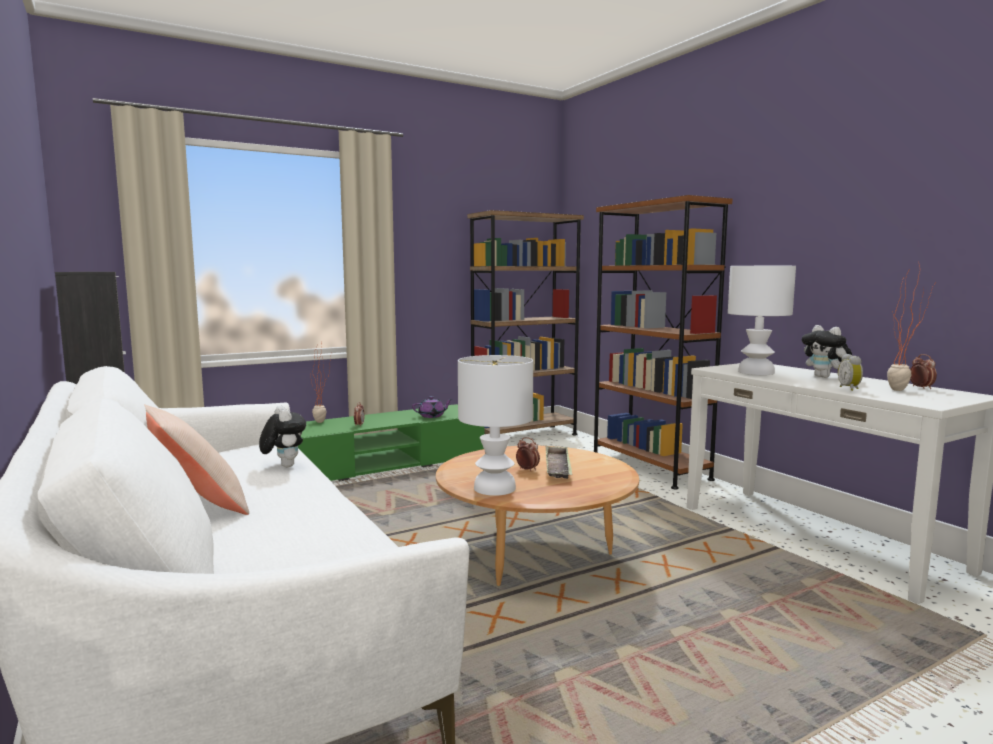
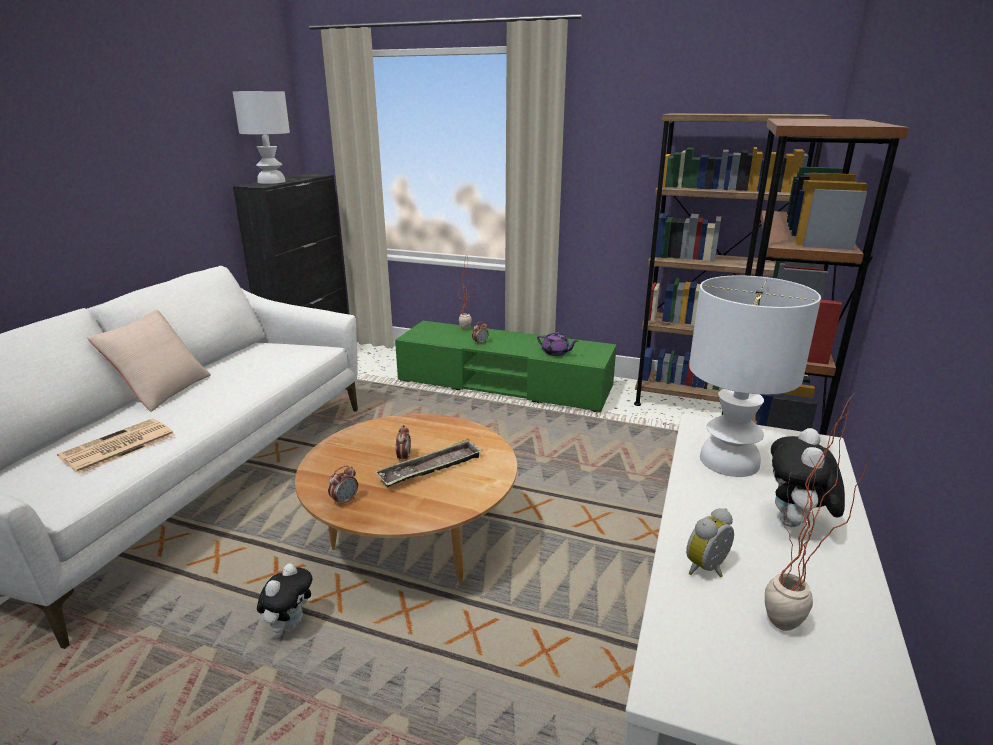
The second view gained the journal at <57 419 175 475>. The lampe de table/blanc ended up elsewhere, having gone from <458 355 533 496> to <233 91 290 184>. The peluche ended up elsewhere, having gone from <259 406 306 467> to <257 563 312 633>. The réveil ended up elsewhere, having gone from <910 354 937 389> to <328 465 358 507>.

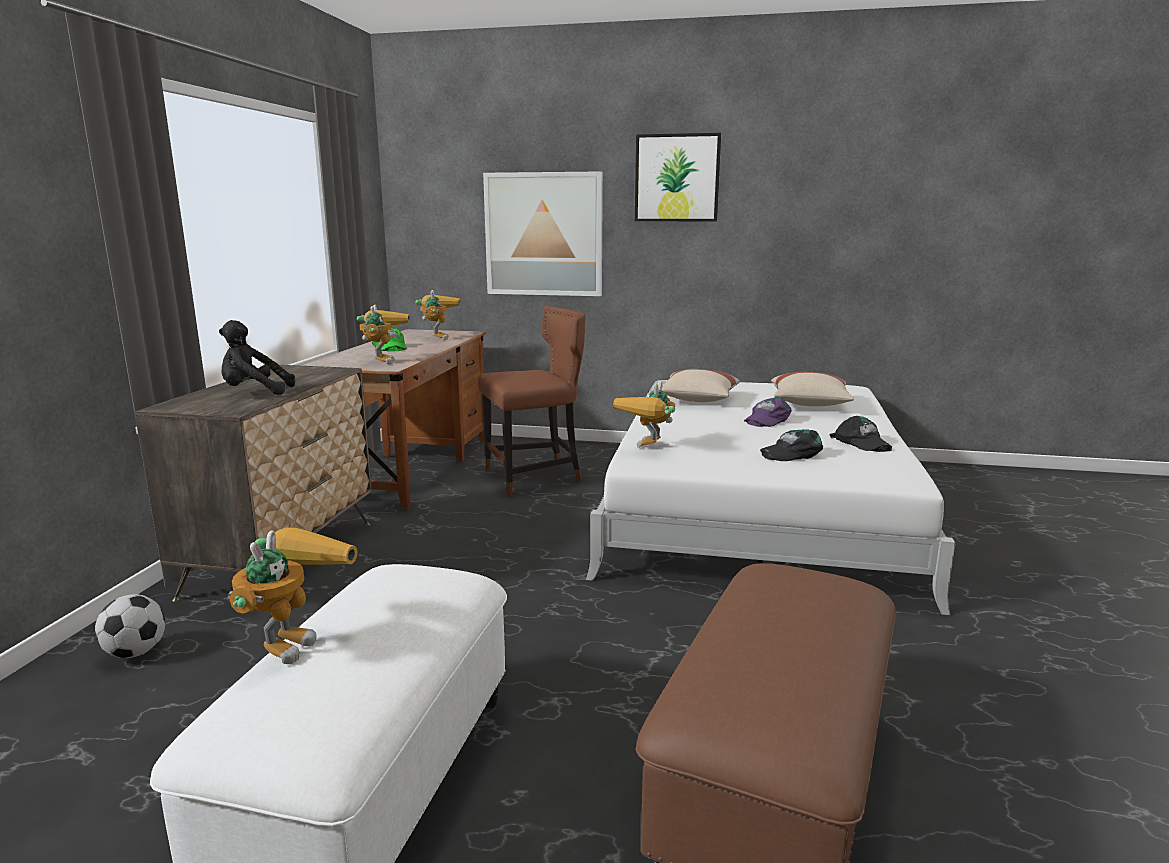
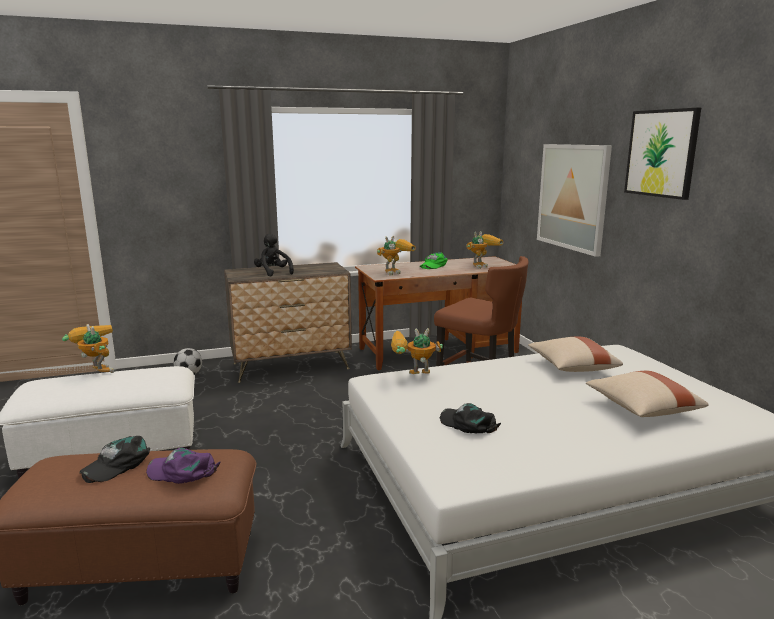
The robot jouet at <228 528 357 664> ended up facing another way, 120 degrees counterclockwise from before. The casquette/noir ended up elsewhere, having gone from <829 416 892 452> to <79 436 150 483>. The casquette/violet ended up elsewhere, having gone from <744 397 792 427> to <146 447 220 484>.

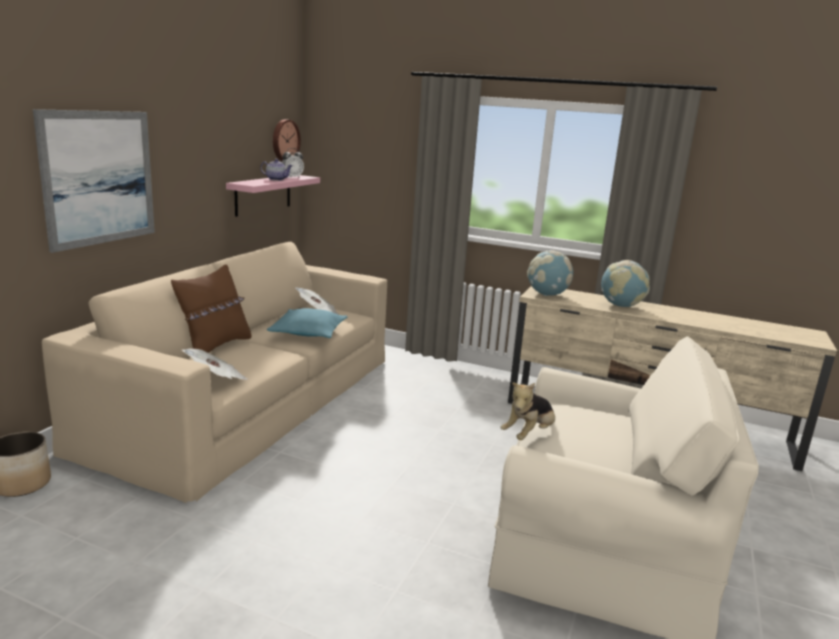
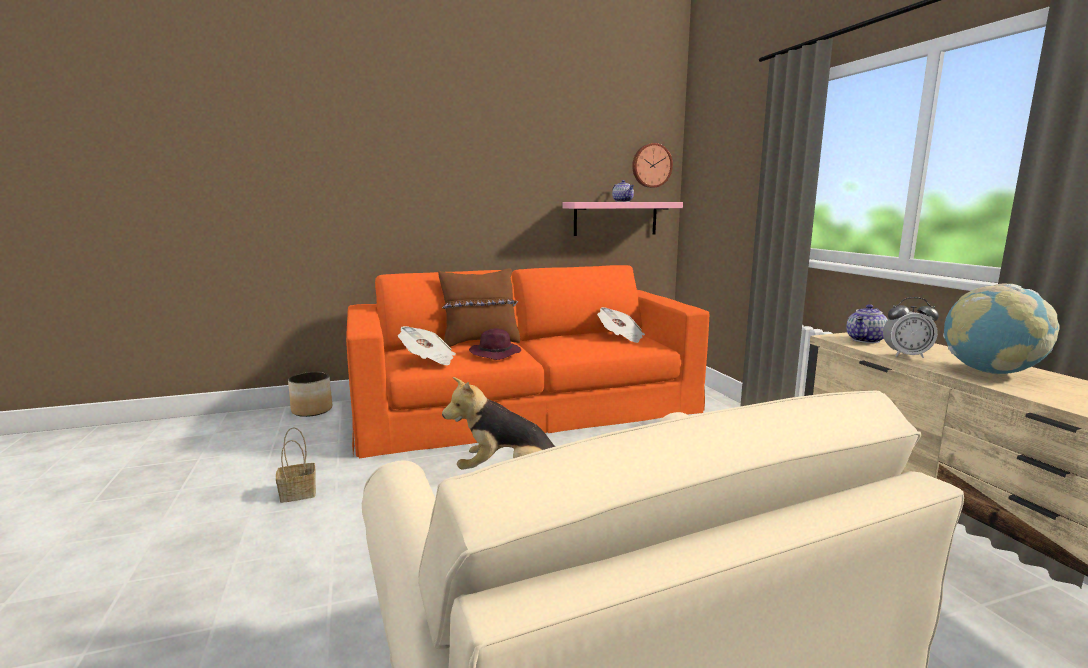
The second view gained the panier at <276 427 316 503>. What was the canapé/beige at <42 242 387 503> turned into the canapé/orange at <346 265 709 458>. The second view gained the chapeau/violet at <469 328 521 360>. Where the globe stood at <527 250 573 296>, the théière came to stand at <846 304 888 343>. The réveil ended up elsewhere, having gone from <282 148 304 178> to <883 297 939 358>. The second view lost the tableau at <33 109 155 253>. The second view lost the coussin/turquoise at <267 308 347 338>.

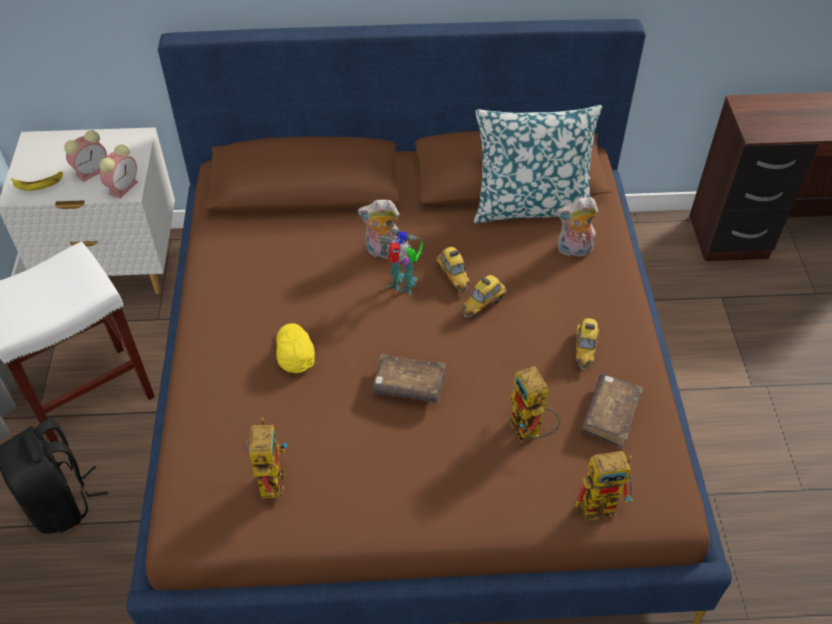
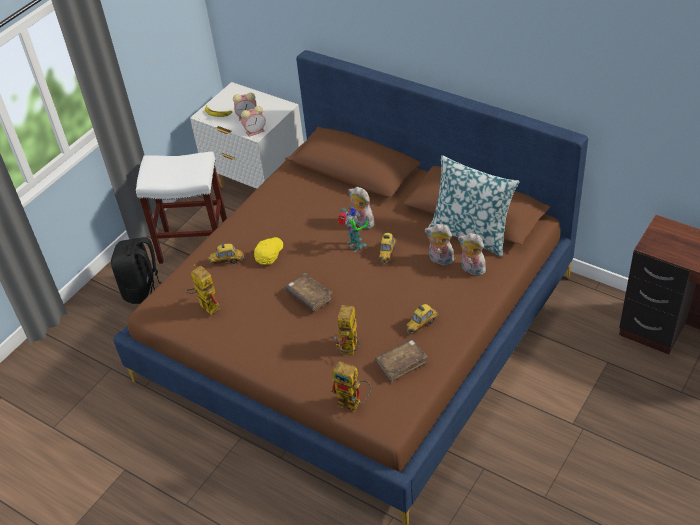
The robot jouet at <244 418 287 498> ended up facing another way, 75 degrees counterclockwise from before. The petite voiture ended up elsewhere, having gone from <462 275 507 318> to <207 242 244 264>. The second view gained the peluche at <425 224 454 265>.

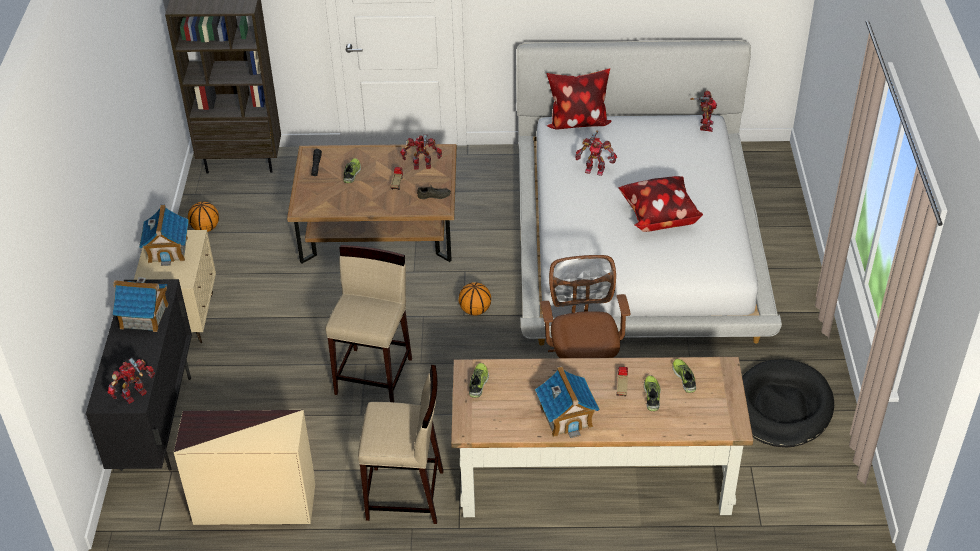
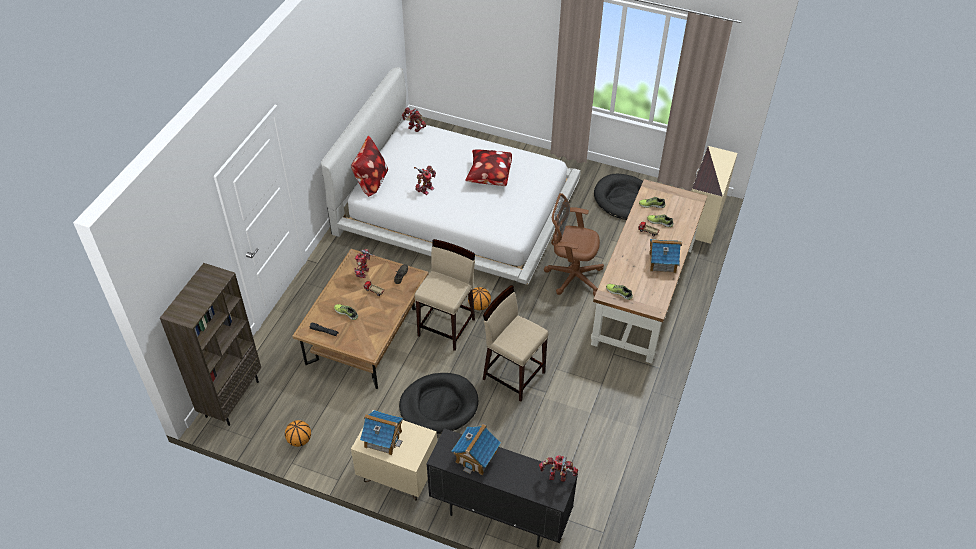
The second view gained the panier pour chien/noir at <399 373 478 434>. The tabouret/beige ended up elsewhere, having gone from <358 365 444 524> to <415 239 475 351>. The robot jouet at <108 358 155 404> ended up facing another way, 120 degrees clockwise from before. The commode/beige ended up elsewhere, having gone from <174 410 315 525> to <691 146 738 244>.

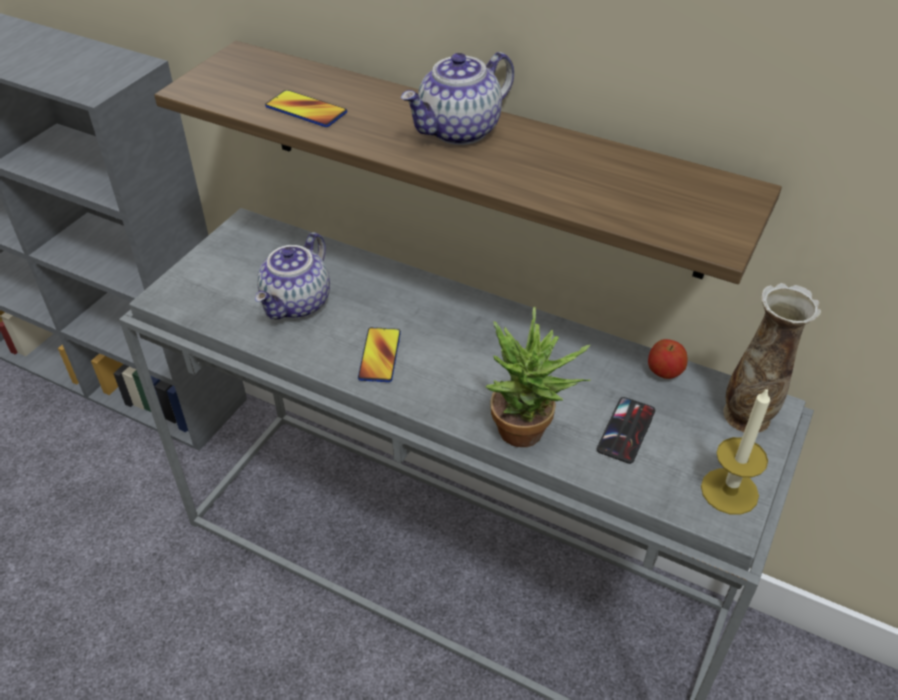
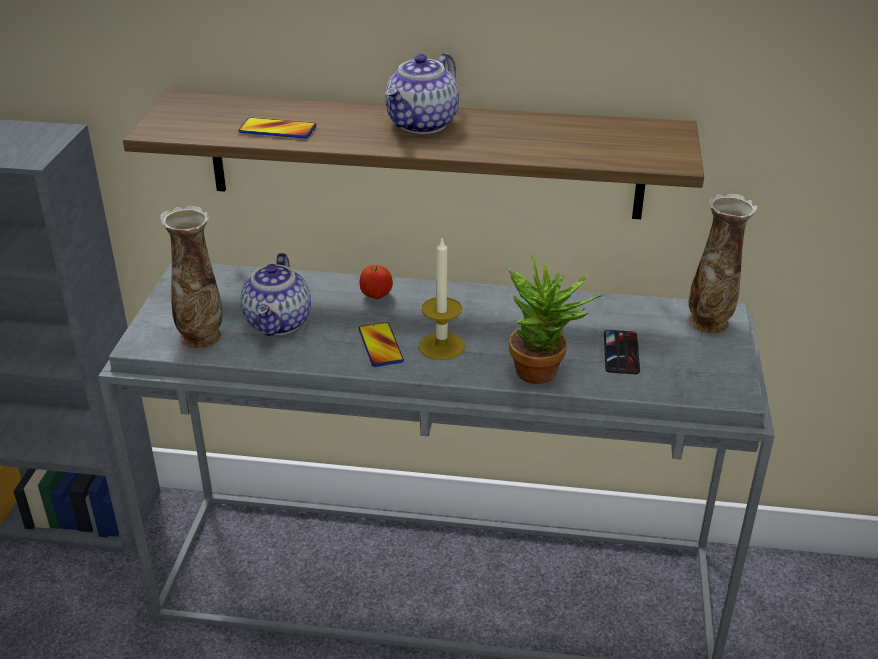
The second view gained the vase at <160 206 222 349>. The pomme ended up elsewhere, having gone from <648 339 688 379> to <360 265 393 299>. The bougie ended up elsewhere, having gone from <701 387 770 515> to <419 239 465 360>.

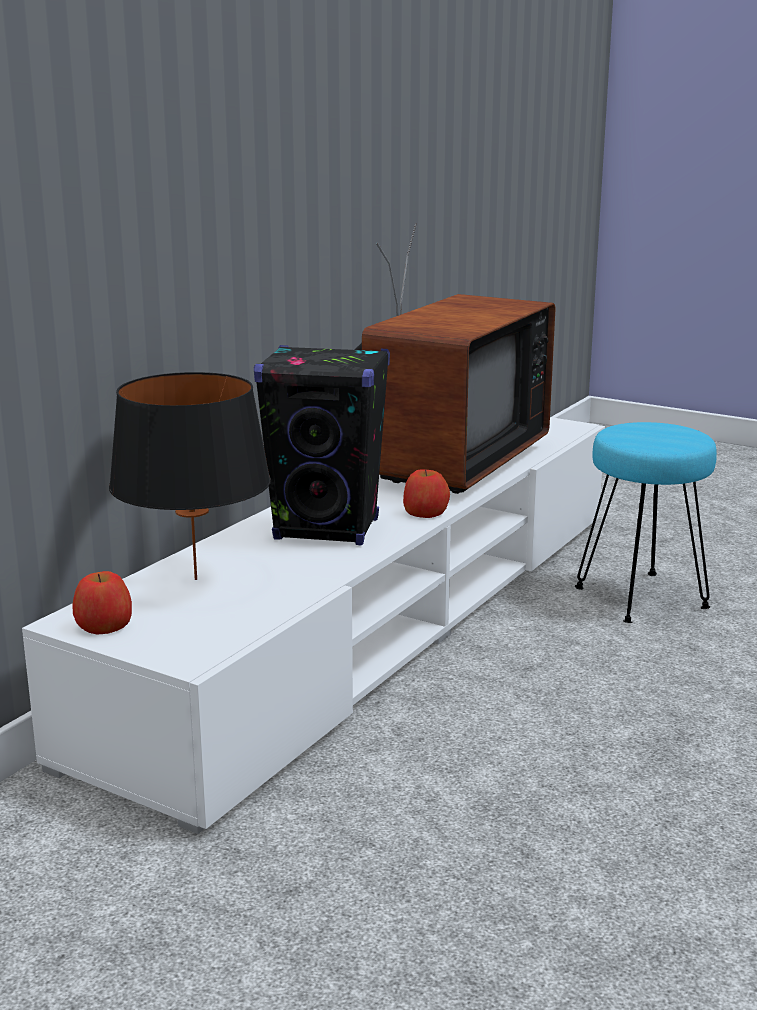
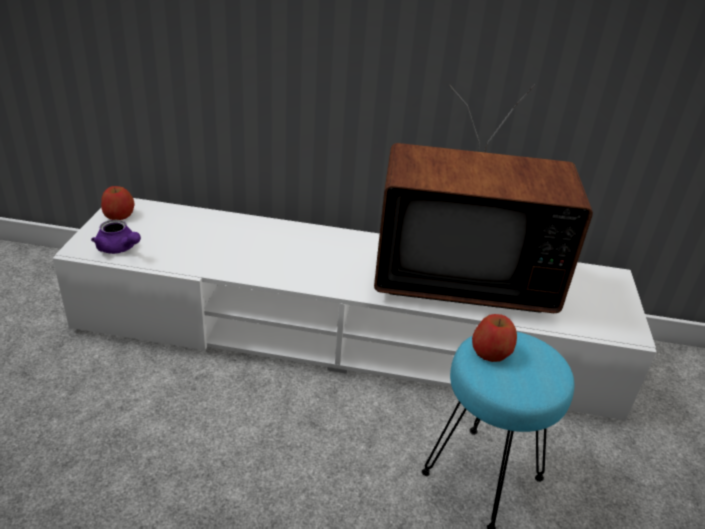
The second view gained the théière/violet at <91 220 141 254>. The pomme ended up elsewhere, having gone from <403 469 450 518> to <472 314 517 362>. The second view lost the lampe de table/noir at <109 372 271 580>. The second view lost the enceinte/noir at <254 345 390 545>.

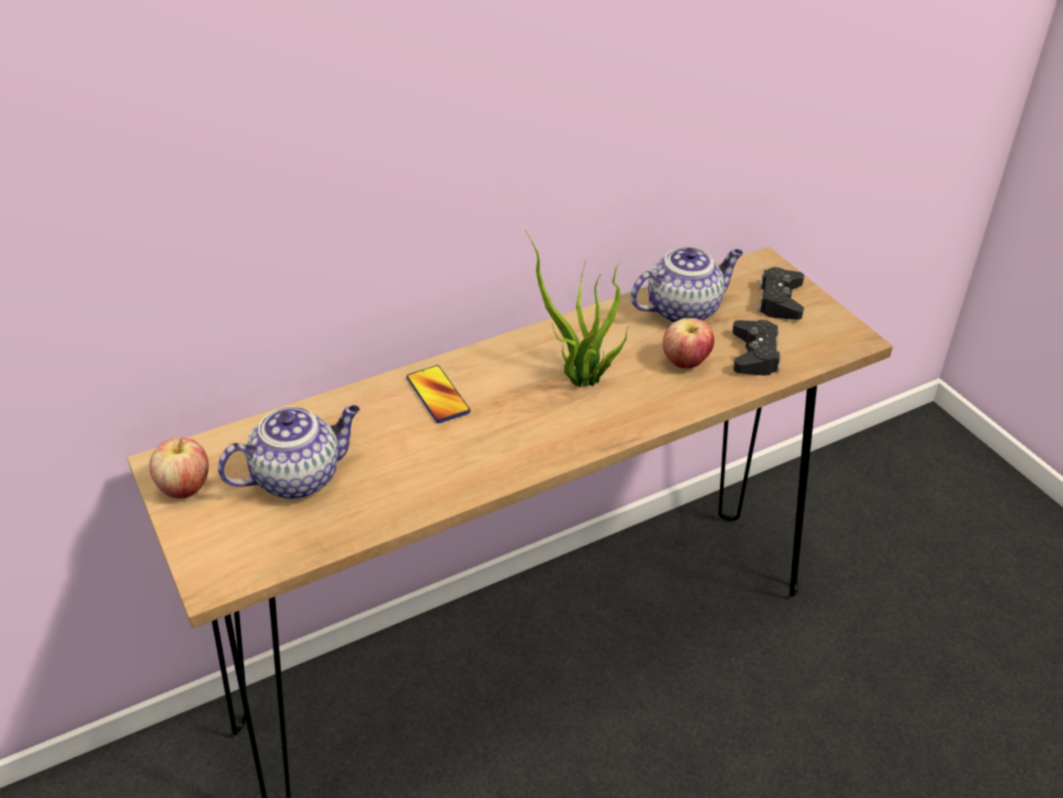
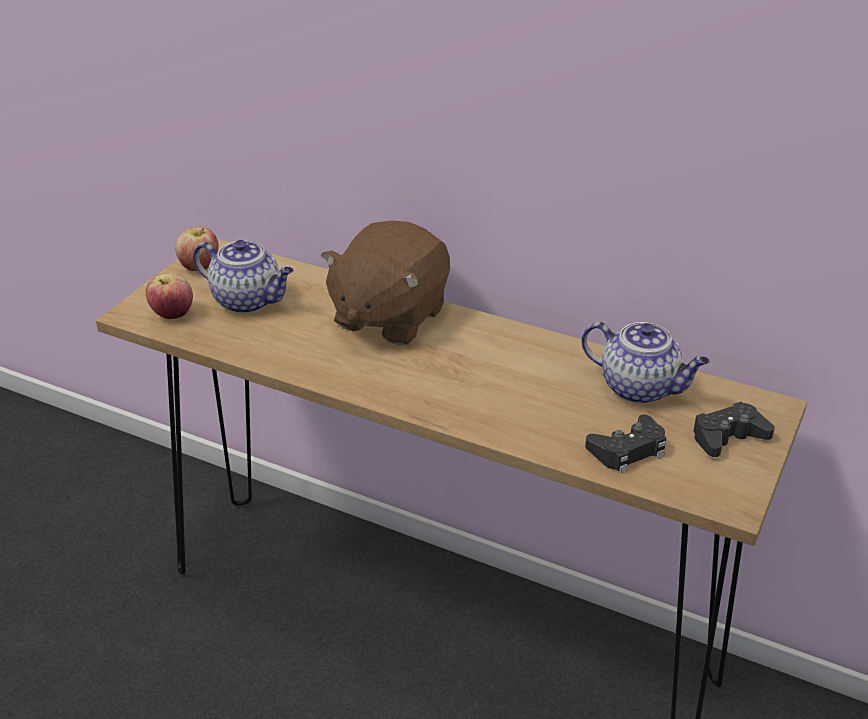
The pomme ended up elsewhere, having gone from <663 318 714 368> to <146 273 193 319>. Where the téléphone stood at <406 365 470 423>, the peluche/marron came to stand at <321 220 450 346>. The second view lost the plante en pot at <524 229 629 387>.

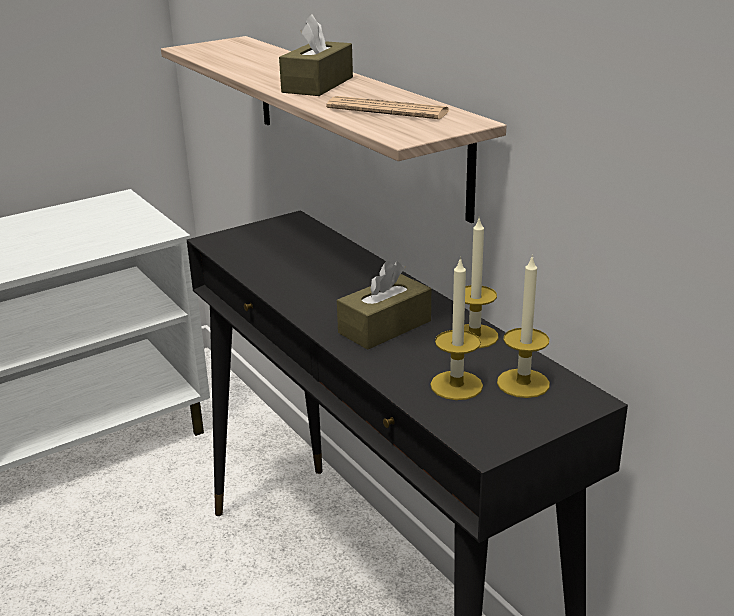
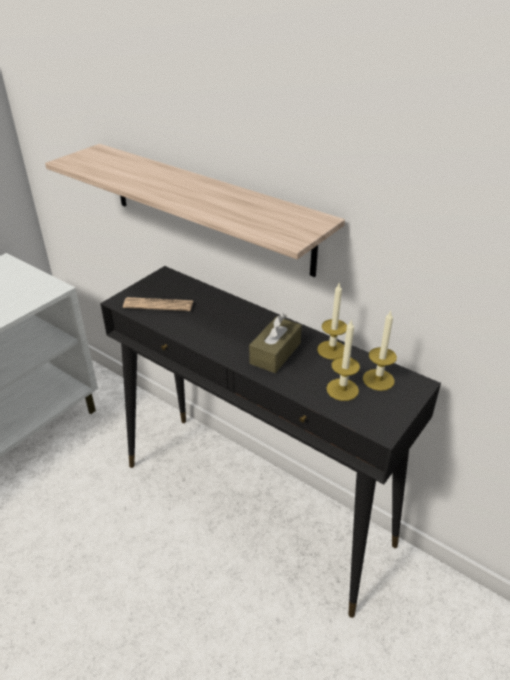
The journal ended up elsewhere, having gone from <326 96 449 119> to <123 297 193 311>. The second view lost the boîte à mouchoirs/marron at <279 14 353 96>.

